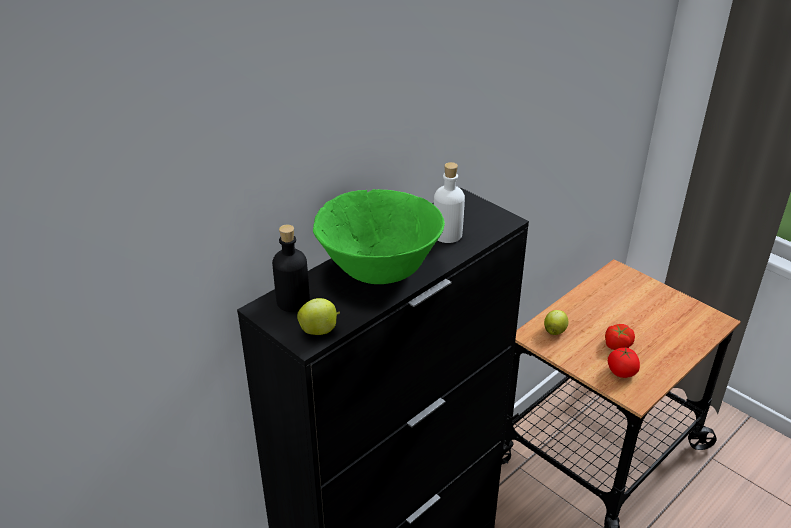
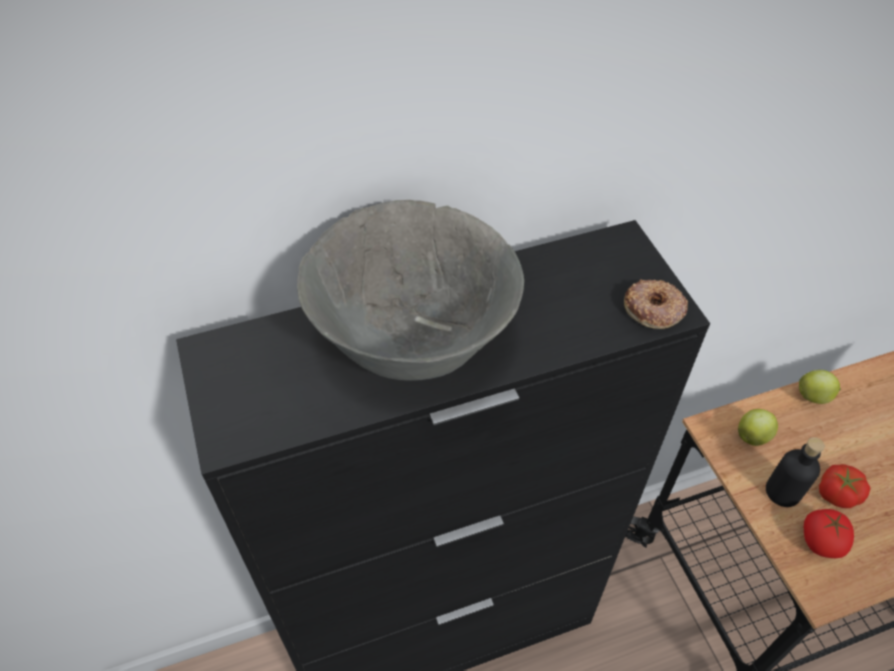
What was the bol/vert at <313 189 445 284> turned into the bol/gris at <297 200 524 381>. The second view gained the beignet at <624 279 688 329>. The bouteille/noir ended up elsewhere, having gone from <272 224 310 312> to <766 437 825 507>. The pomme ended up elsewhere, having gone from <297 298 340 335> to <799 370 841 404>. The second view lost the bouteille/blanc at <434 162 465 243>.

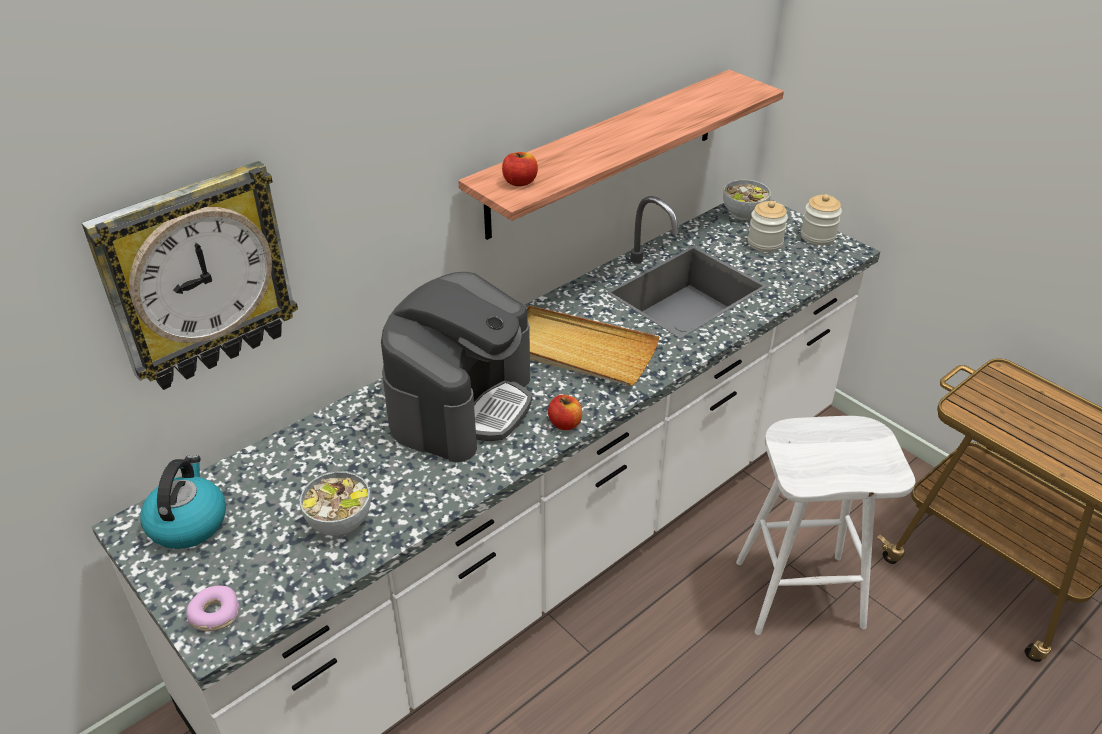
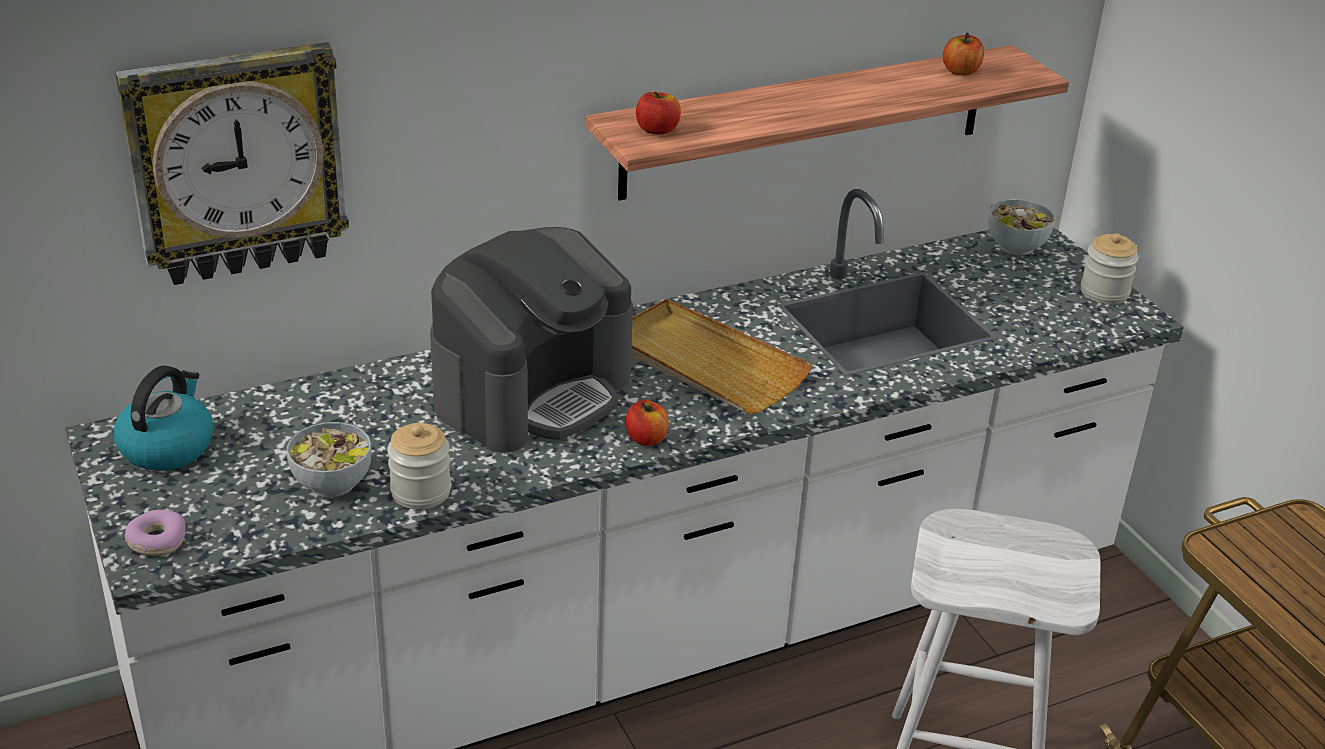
The bocal ended up elsewhere, having gone from <748 201 788 252> to <387 423 451 509>. The second view gained the pomme at <943 33 984 76>.

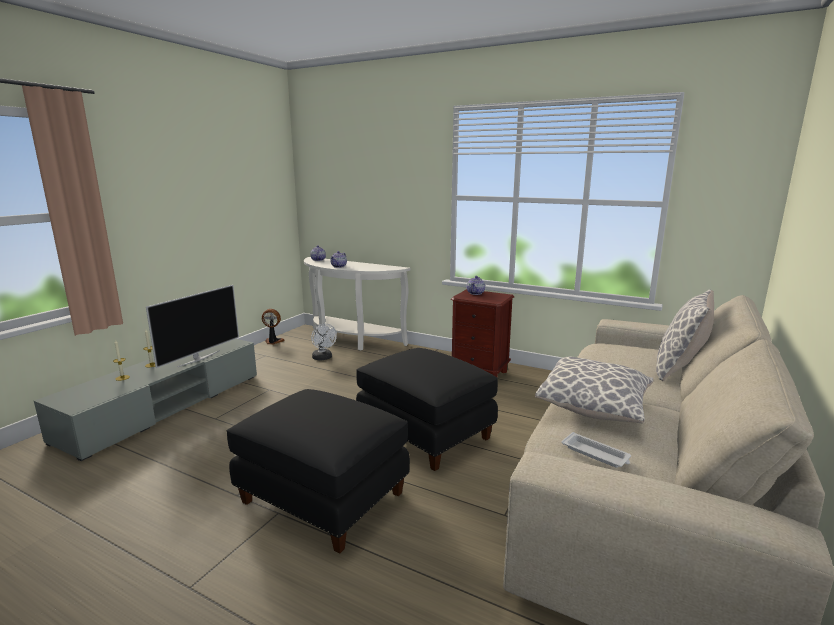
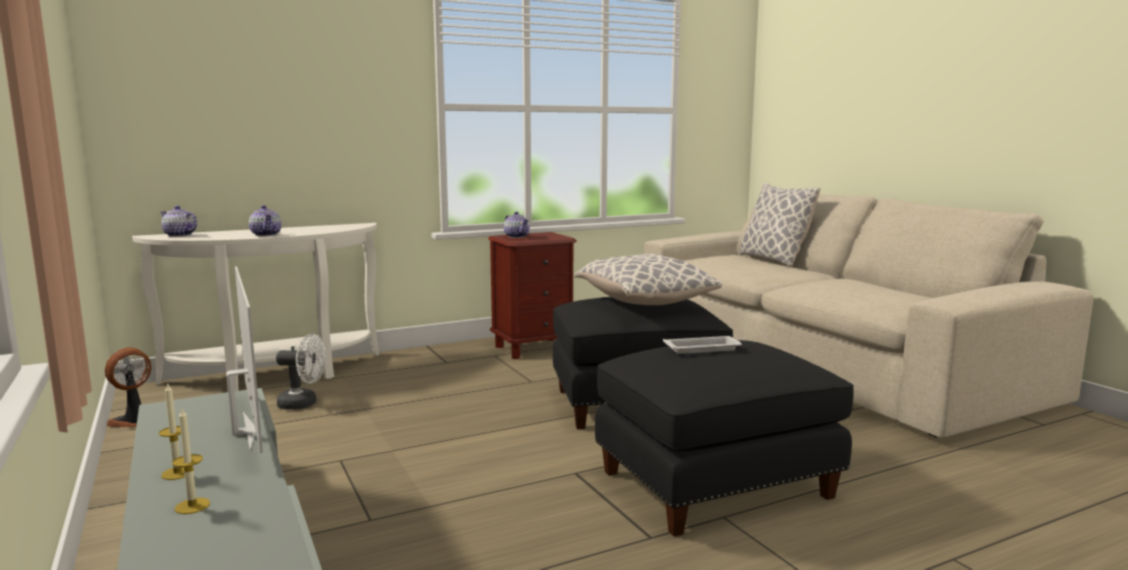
The coussin ended up elsewhere, having gone from <535 356 653 424> to <574 254 722 305>. The plateau/blanc ended up elsewhere, having gone from <561 432 631 468> to <663 336 742 354>.

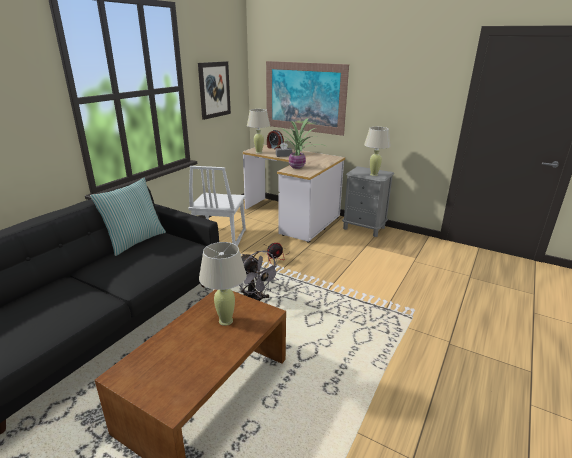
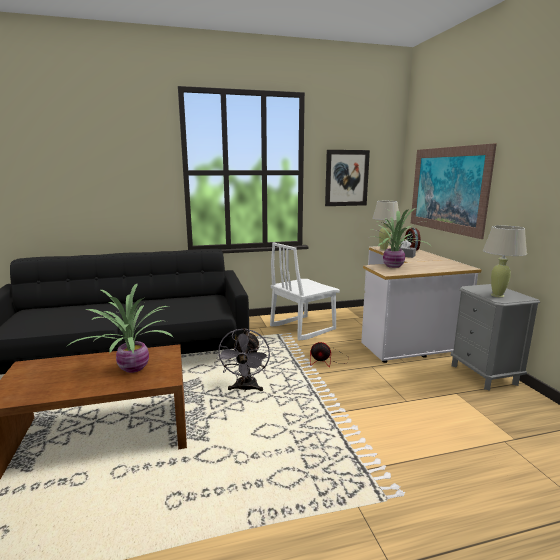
Where the lampe de table/beige stood at <199 242 247 326>, the plante en pot came to stand at <66 283 174 373>. The second view lost the coussin at <90 178 166 256>.

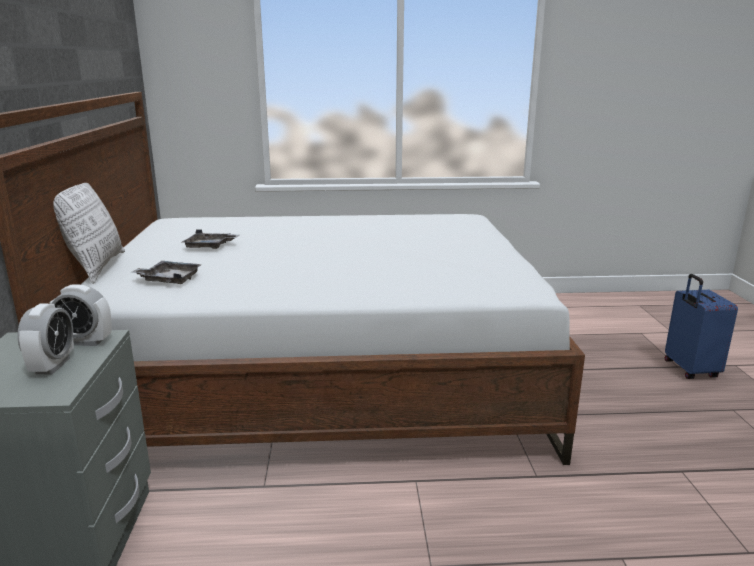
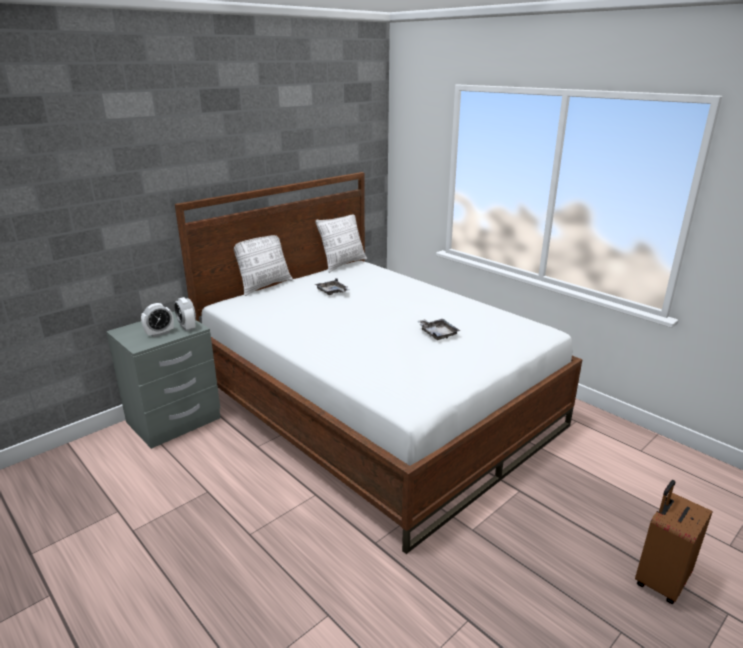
The second view gained the coussin at <315 214 367 273>. The plateau/gris ended up elsewhere, having gone from <130 261 202 284> to <417 319 460 340>. What was the valise/bleu at <665 274 738 379> turned into the valise/marron at <635 480 712 604>.

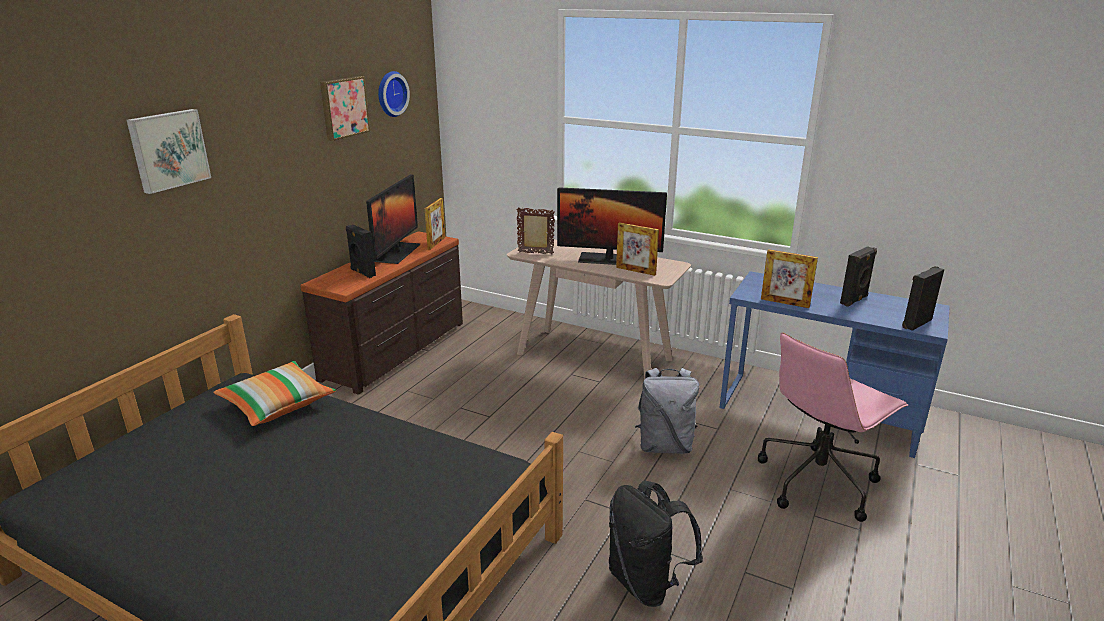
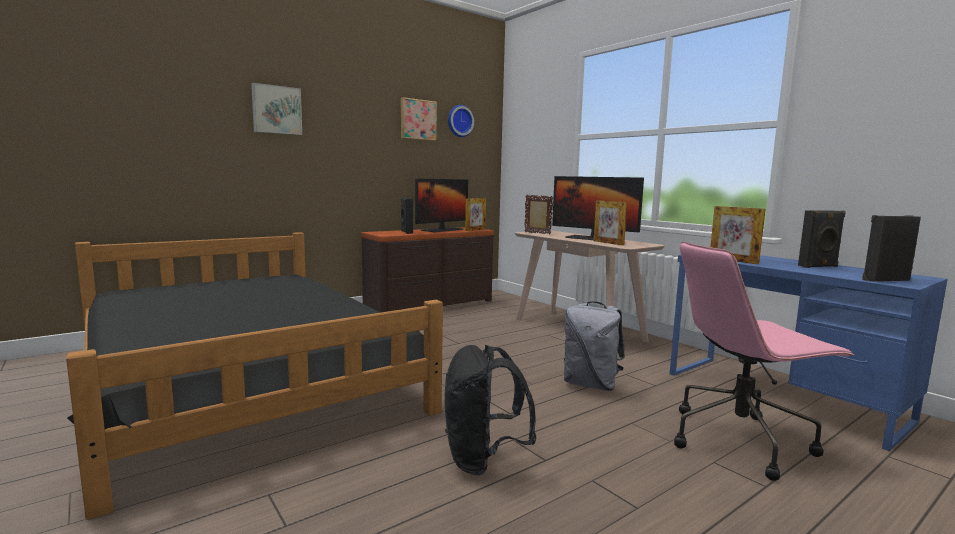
The second view lost the coussin at <213 361 336 426>.

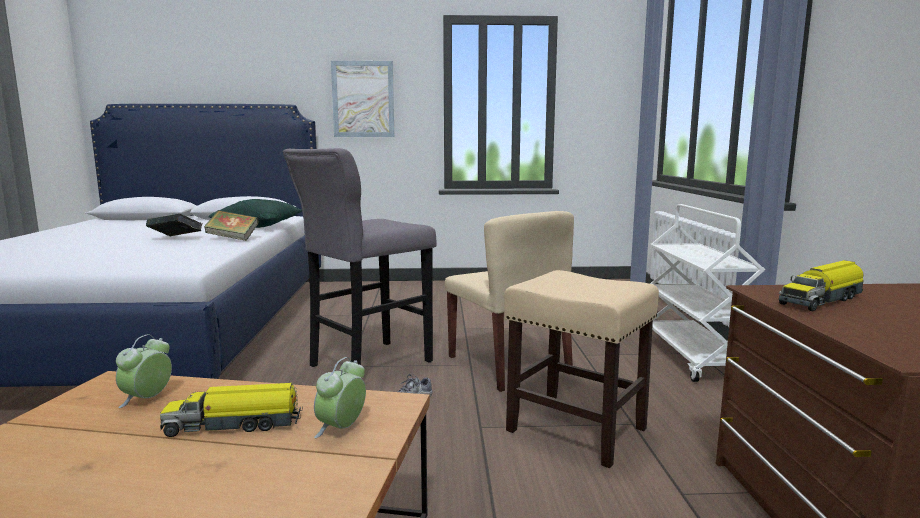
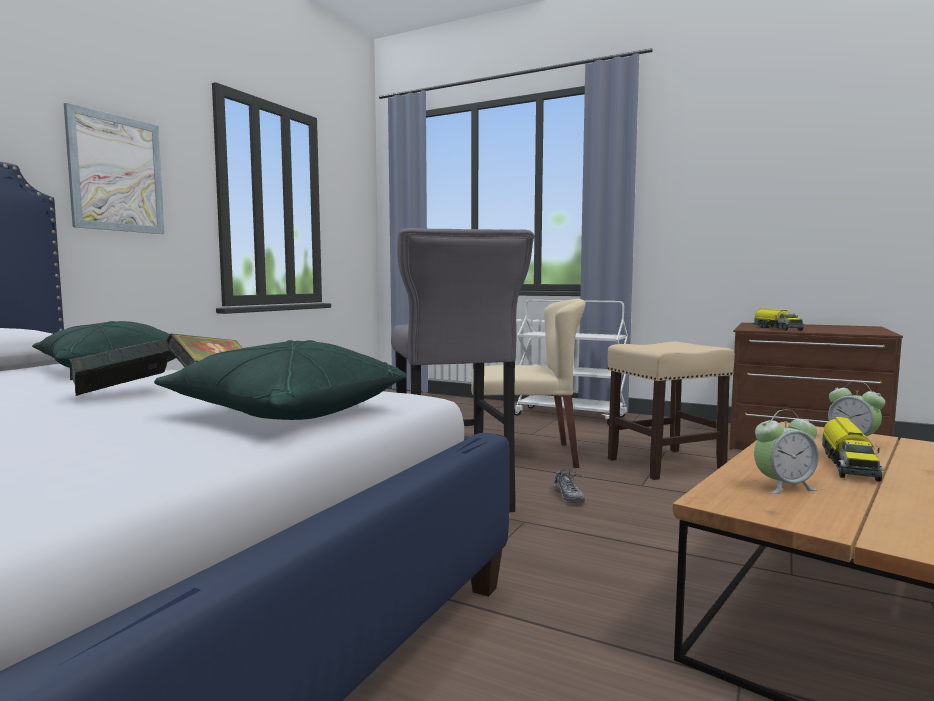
The second view gained the coussin/vert at <154 340 406 420>. The réveil at <116 334 172 408> ended up facing another way, 60 degrees counterclockwise from before.

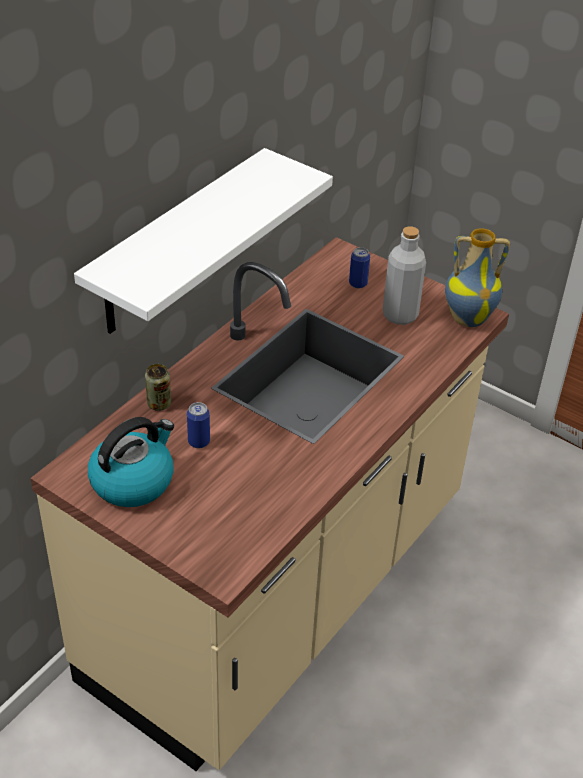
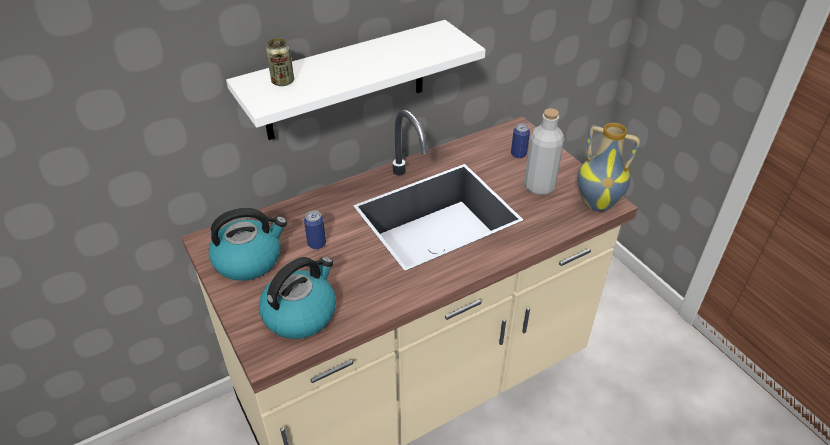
The second view gained the bouilloire at <259 257 336 339>. The boîte métallique ended up elsewhere, having gone from <145 364 171 411> to <266 38 294 86>.

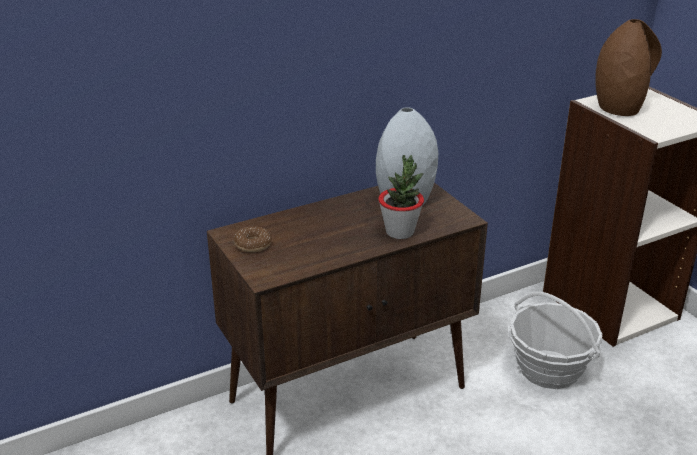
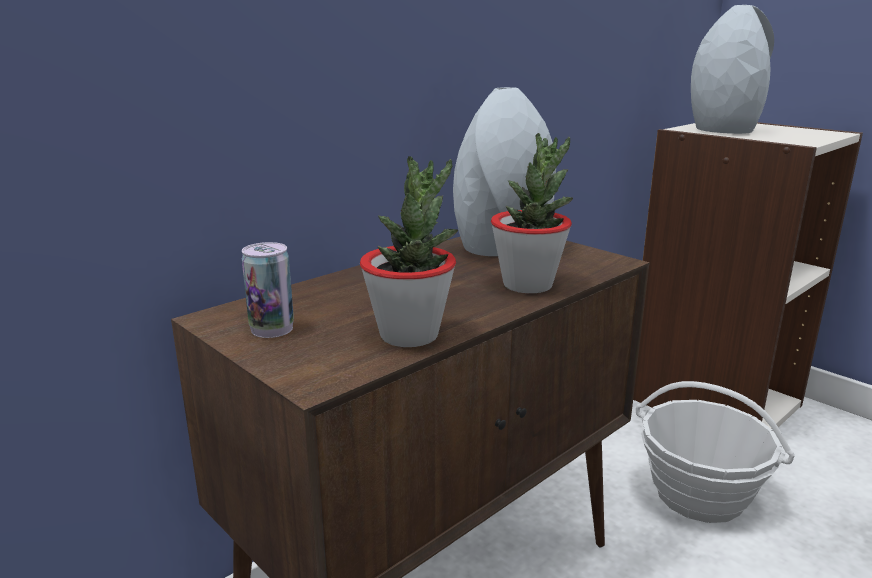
Where the beignet stood at <234 226 272 252>, the boîte métallique came to stand at <242 242 294 338>. The second view gained the plante en pot at <360 156 458 347>. What was the vase/marron at <595 19 662 116> turned into the vase/gris at <691 5 774 134>.

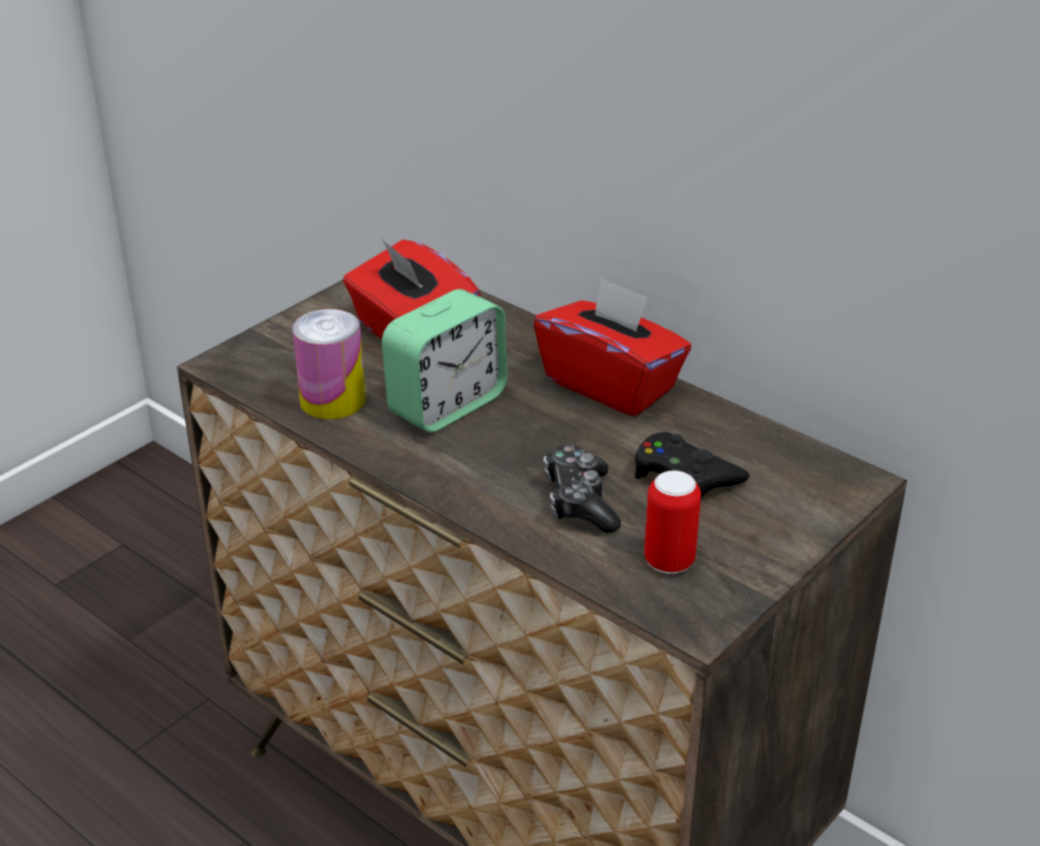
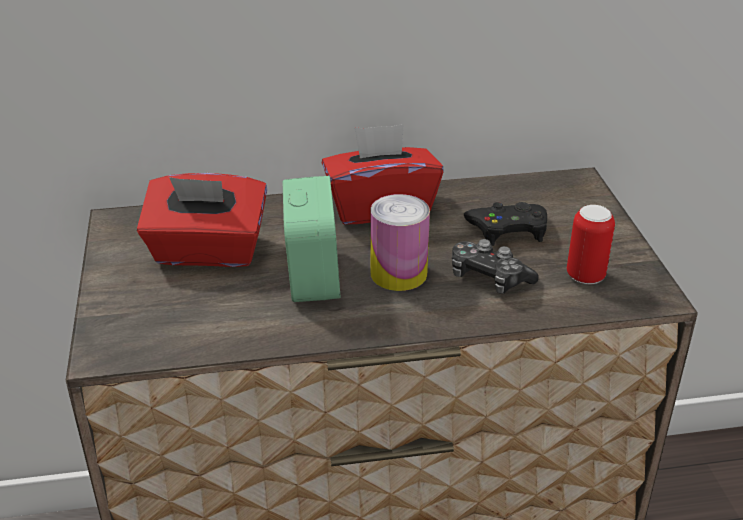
The boîte métallique ended up elsewhere, having gone from <292 309 365 419> to <371 194 430 291>.

